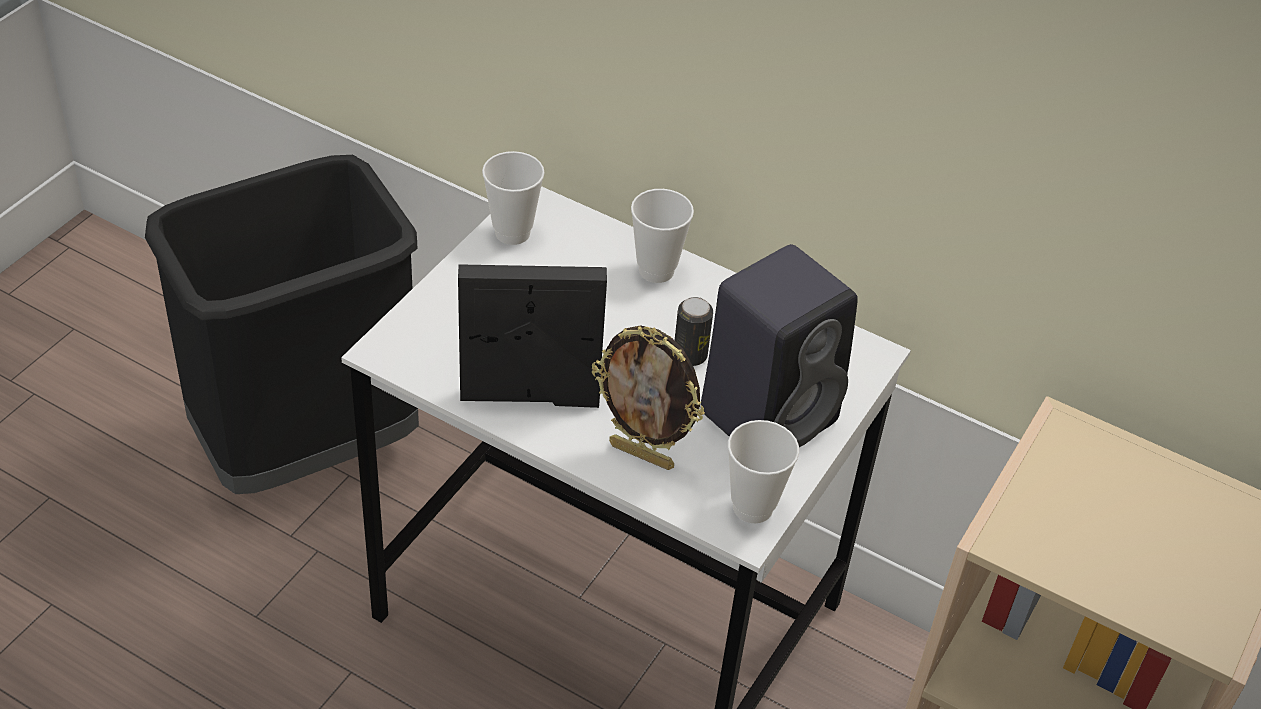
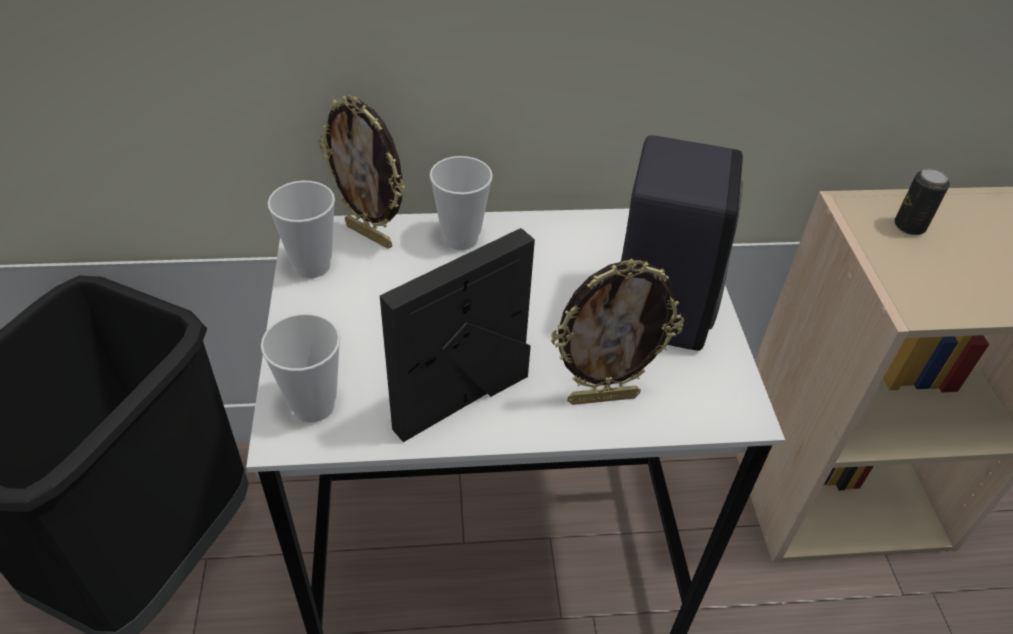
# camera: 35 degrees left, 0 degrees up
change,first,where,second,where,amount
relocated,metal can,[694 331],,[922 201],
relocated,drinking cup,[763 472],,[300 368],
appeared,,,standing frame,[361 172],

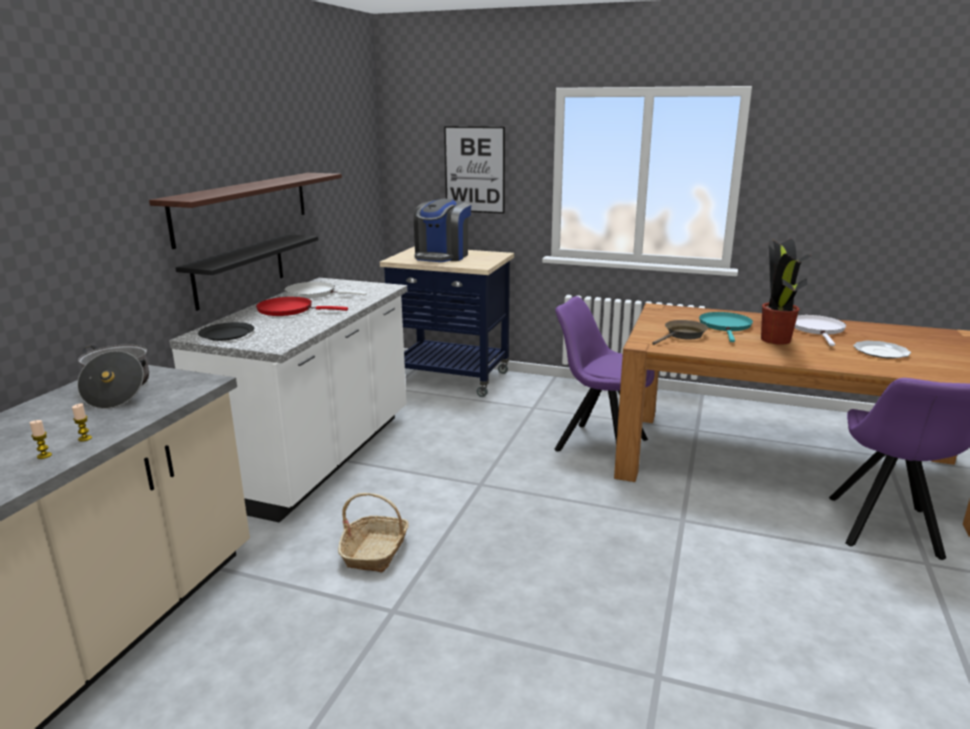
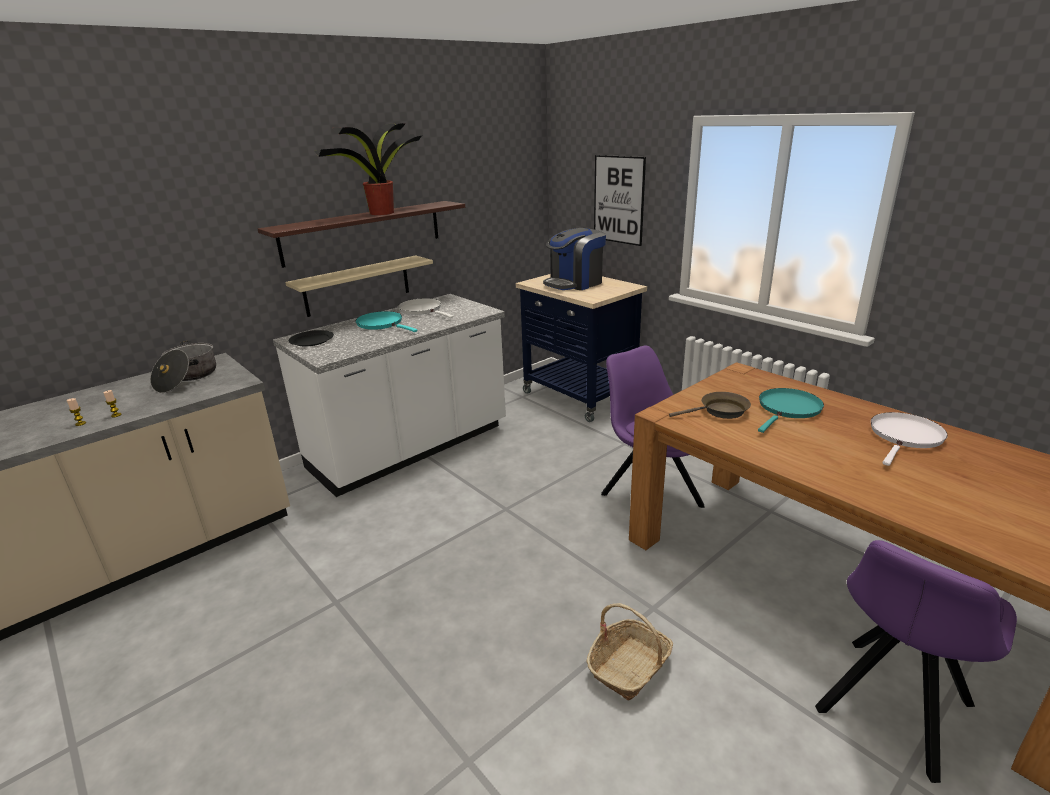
# camera: 30 degrees right, 5 degrees up
change,first,where,second,where,amount
colour,blackish shelf,[246 272],beige-coloured shelf,[359 286],
colour,red pan,[302 306],turquoise pan,[386 321],
relocated,basket,[373 532],,[630 652],
relocated,potted plant,[786 291],,[368 169],
missing,plate,[882 350],,,

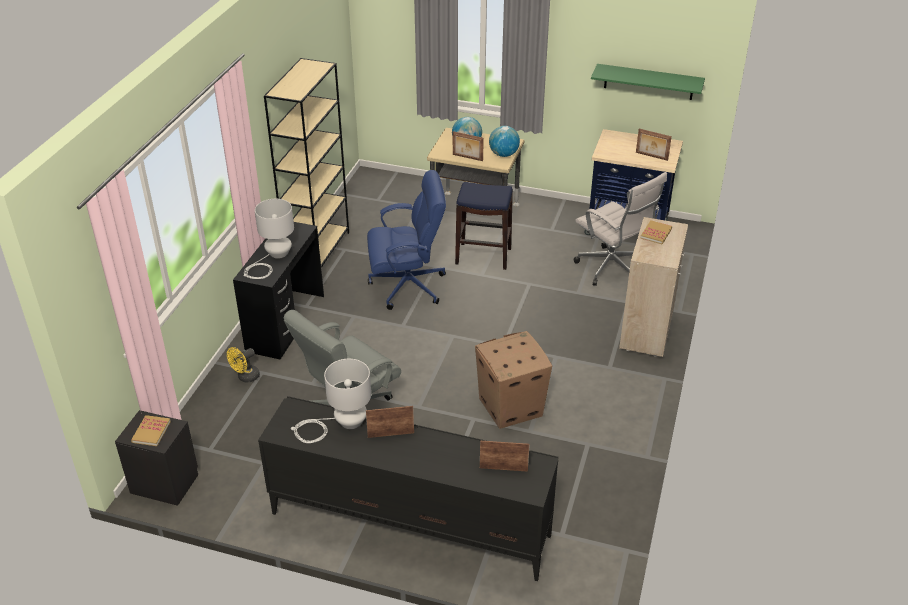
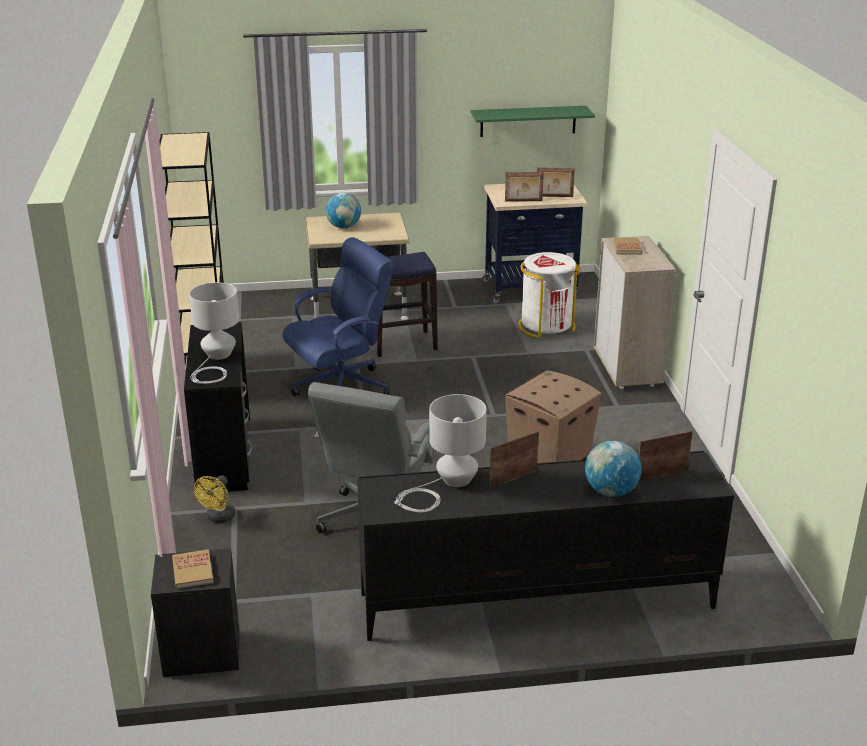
# camera: 25 degrees left, 10 degrees down
change,first,where,second,where,amount
relocated,standing frame,[468 146],,[524 187],
relocated,desk globe,[504 141],,[613 469],
exchanged,whitish desk chair,[620 229],whitish rubbish bin,[549 295],

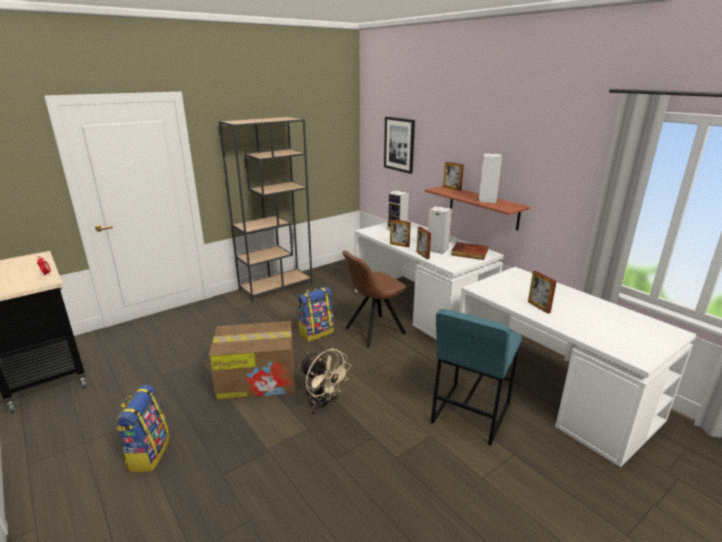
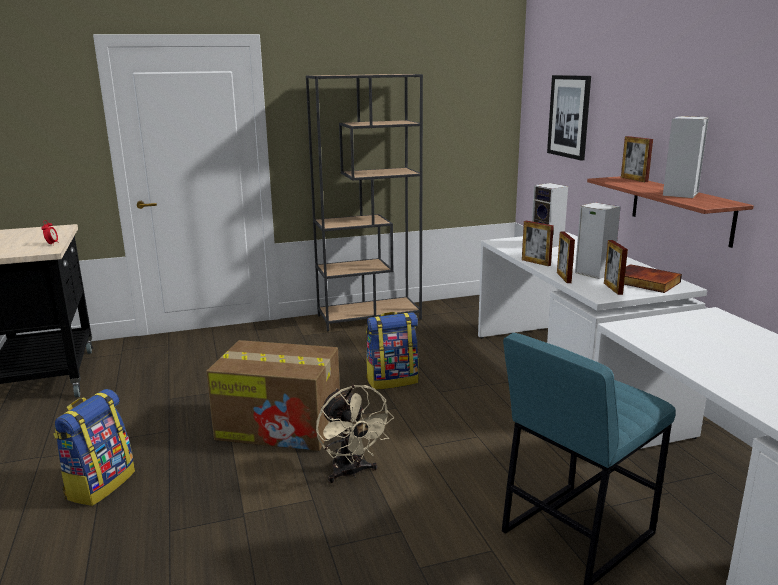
# camera: 20 degrees right, 5 degrees down
change,first,where,second,where,amount
missing,brown-coloured upright chair,[374 298],,,
relocated,standing frame,[542 292],,[616 267],

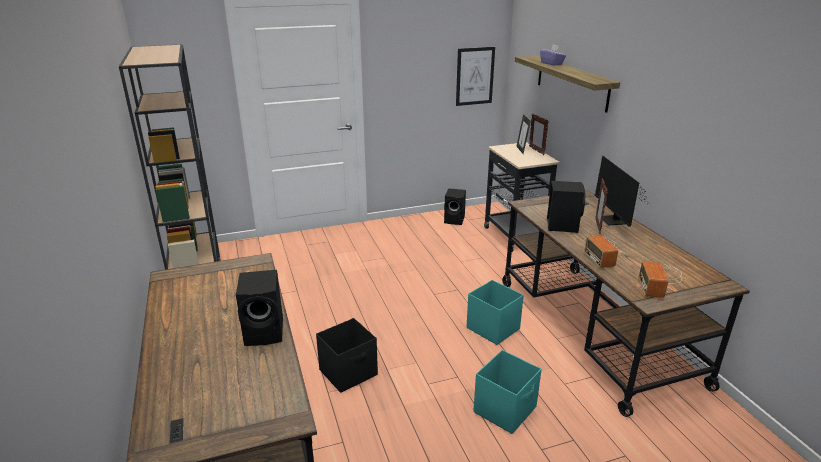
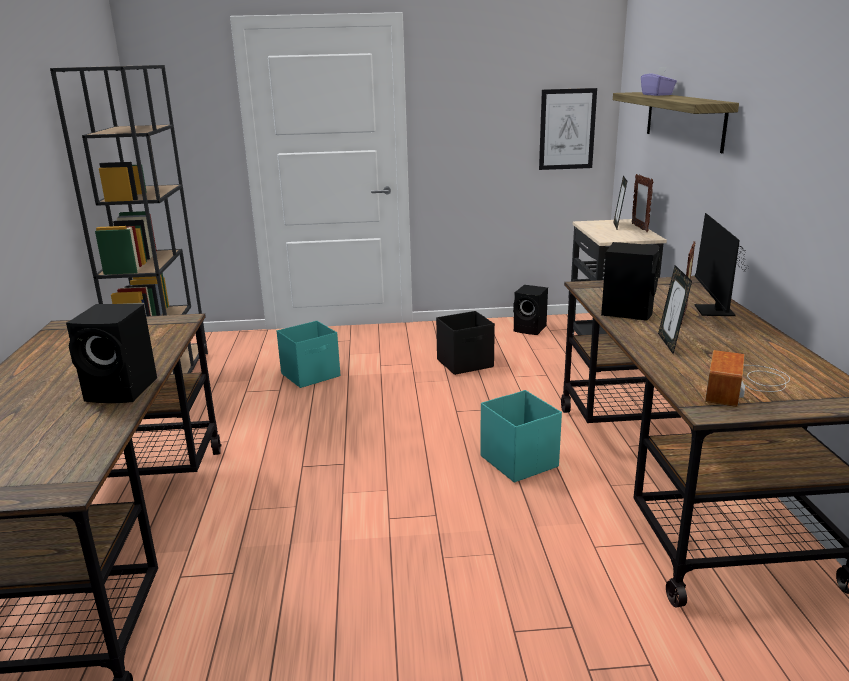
# camera: 15 degrees right, 5 degrees down
change,first,where,second,where,amount
relocated,blackish storage container,[347 355],,[465 343],
relocated,turquoise storage container,[508 392],,[308 354],
exchanged,radio receiver,[601 251],standing frame,[675 309],

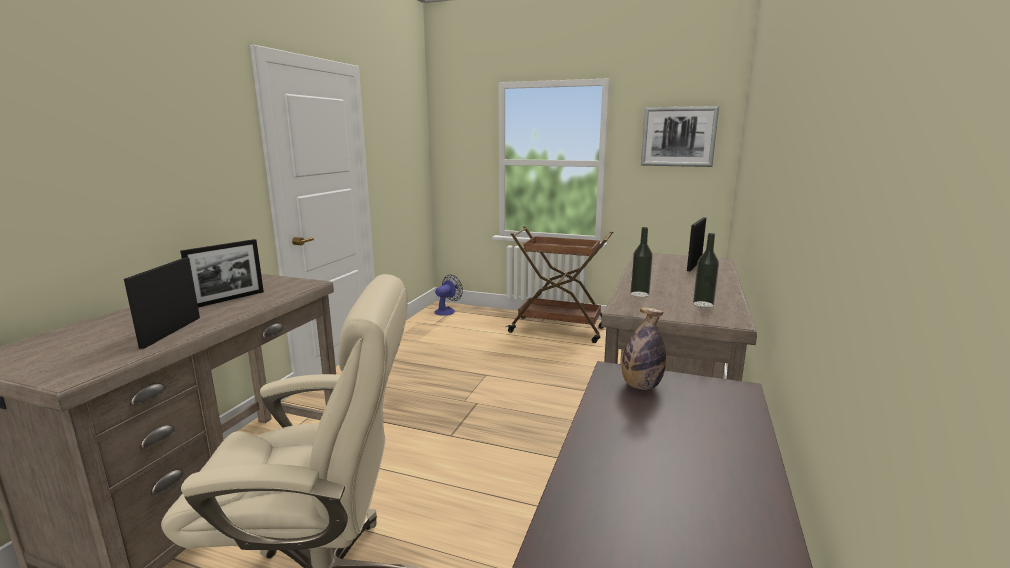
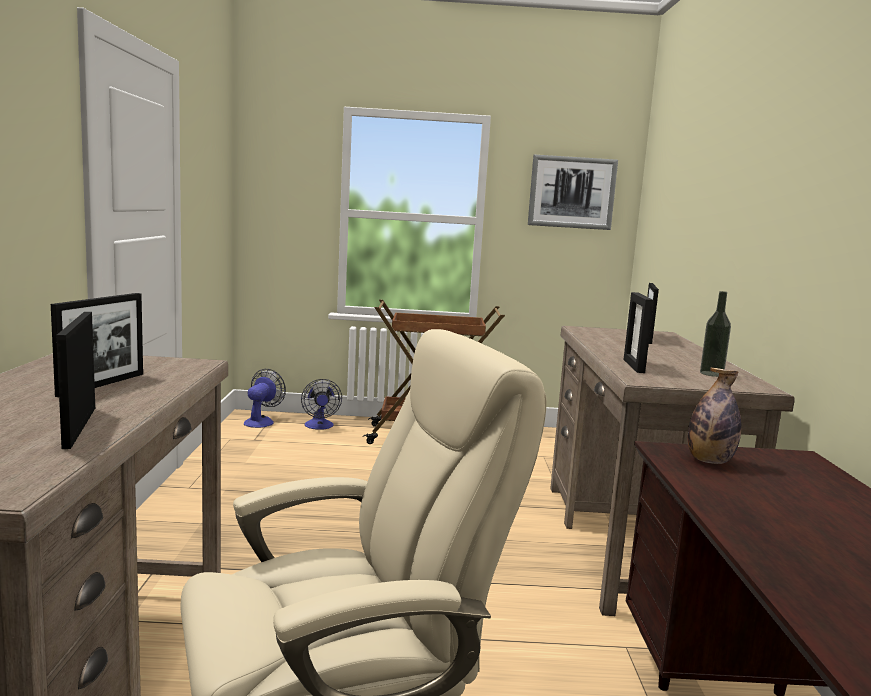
# camera: 20 degrees left, 5 degrees down
change,first,where,second,where,amount
exchanged,drink bottle,[641 262],standing frame,[639 332],
appeared,,,fan,[321 404],

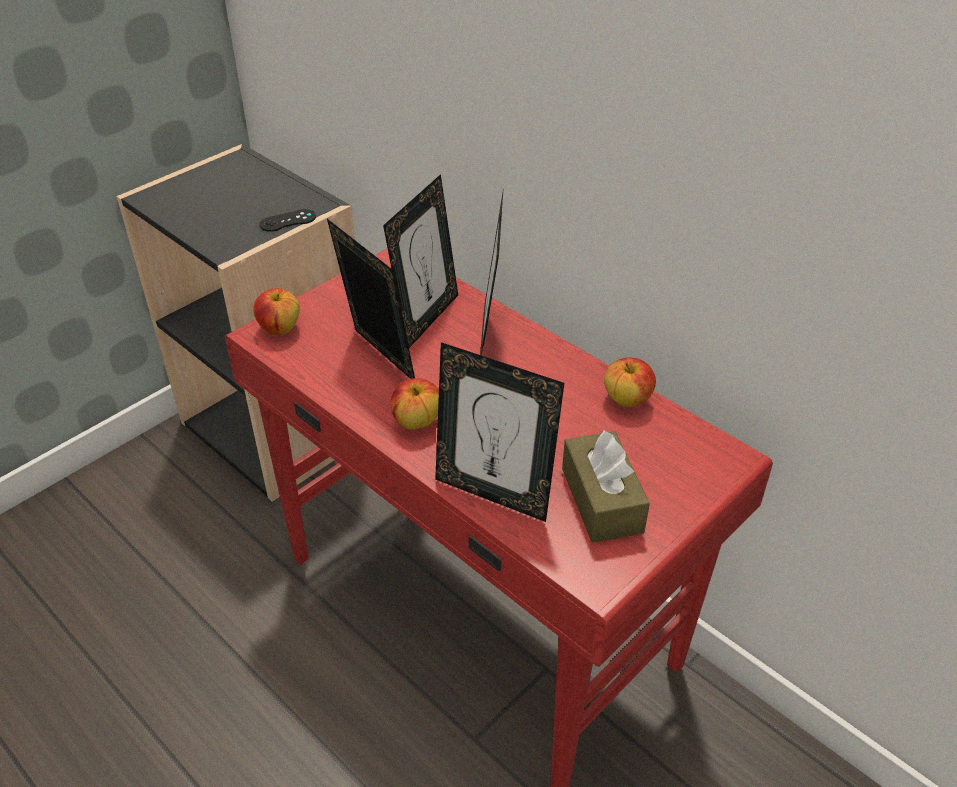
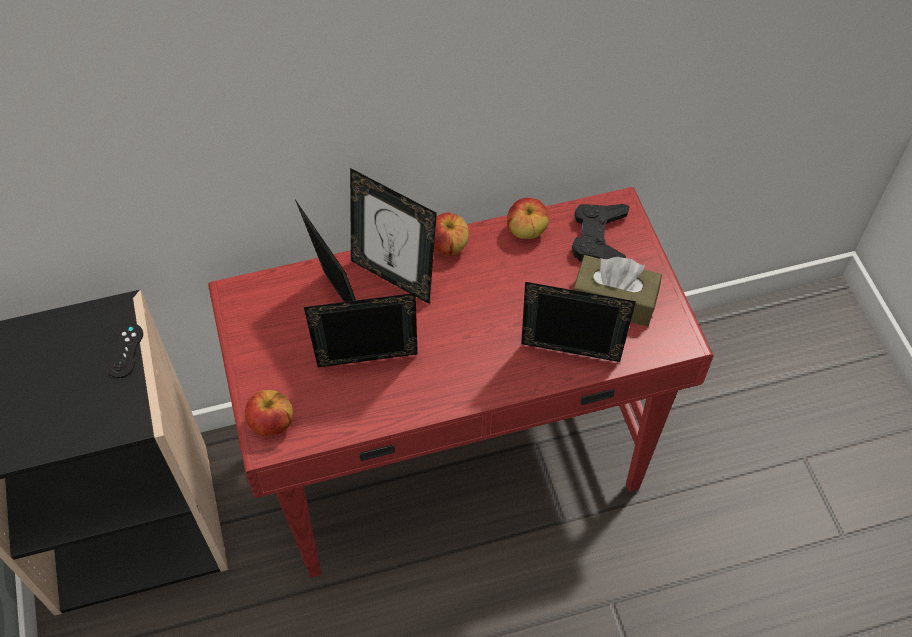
# camera: 60 degrees left, 15 degrees up
change,first,where,second,where,amount
relocated,apple fruit,[415 404],,[451 234],
spun,standing frame,[499 432],,[578 322],135 degrees counterclockwise
appeared,,,blackish joypad,[600 233],

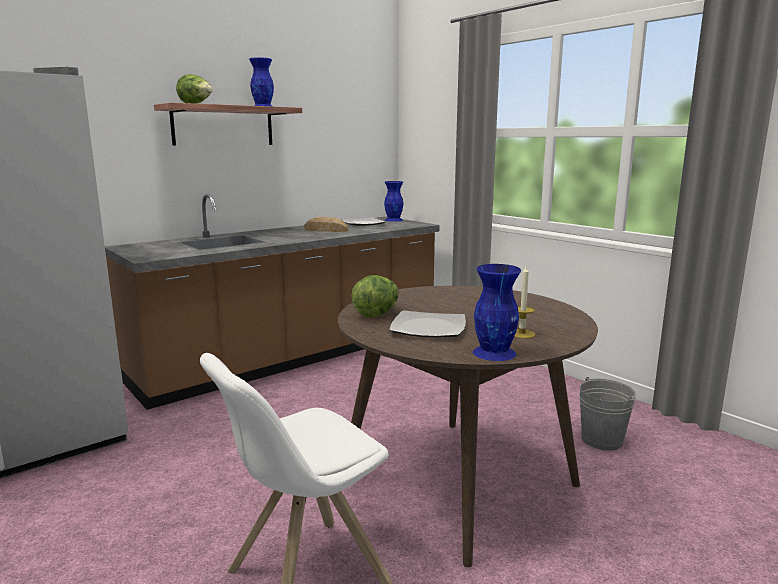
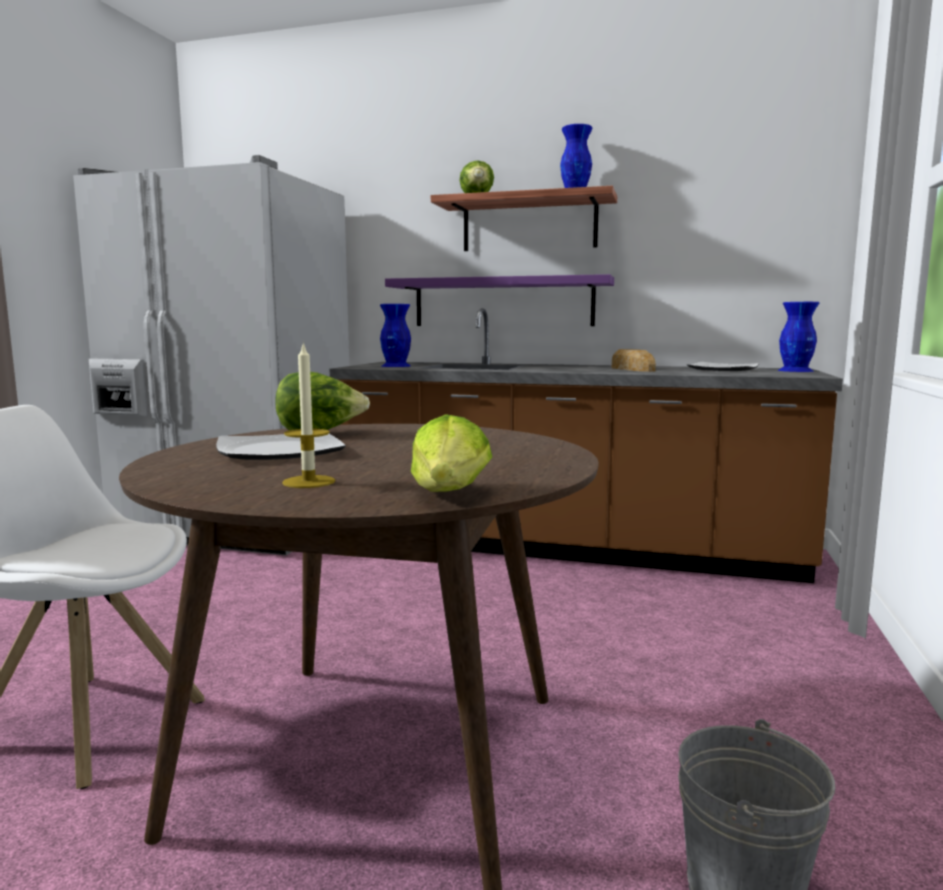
# camera: 55 degrees right, 5 degrees down
change,first,where,second,where,amount
relocated,blue-coloured vase,[497 312],,[395 335],
appeared,,,purple shelf,[499 300],
appeared,,,head of lettuce,[451 453],

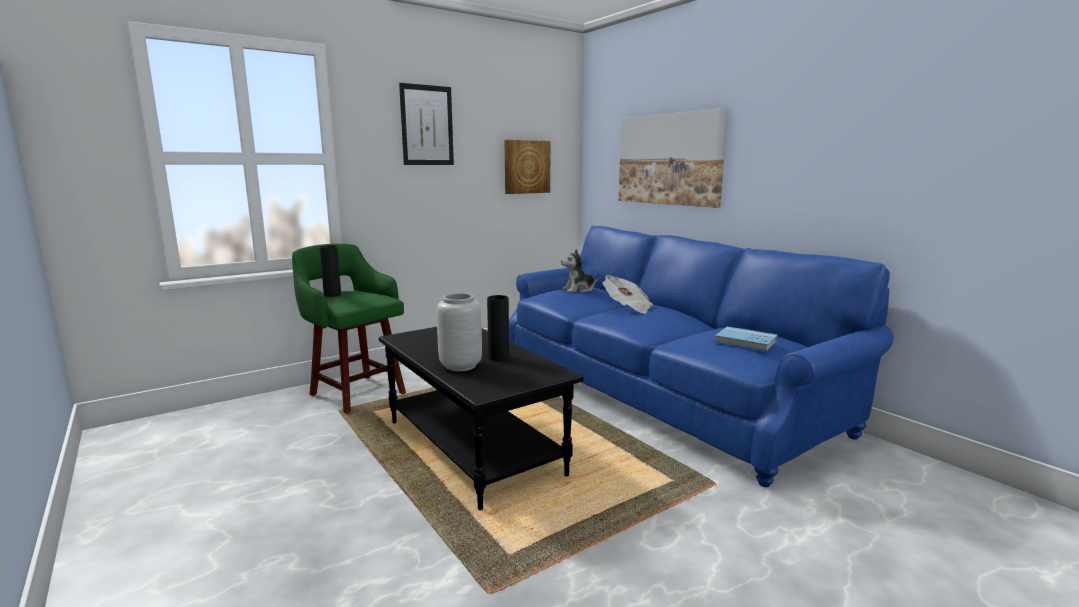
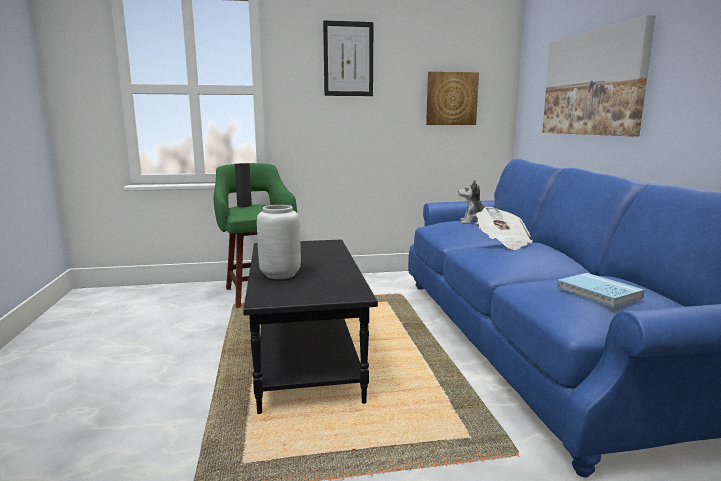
# camera: 25 degrees right, 0 degrees up
change,first,where,second,where,amount
missing,blackish vase,[498 328],,,

